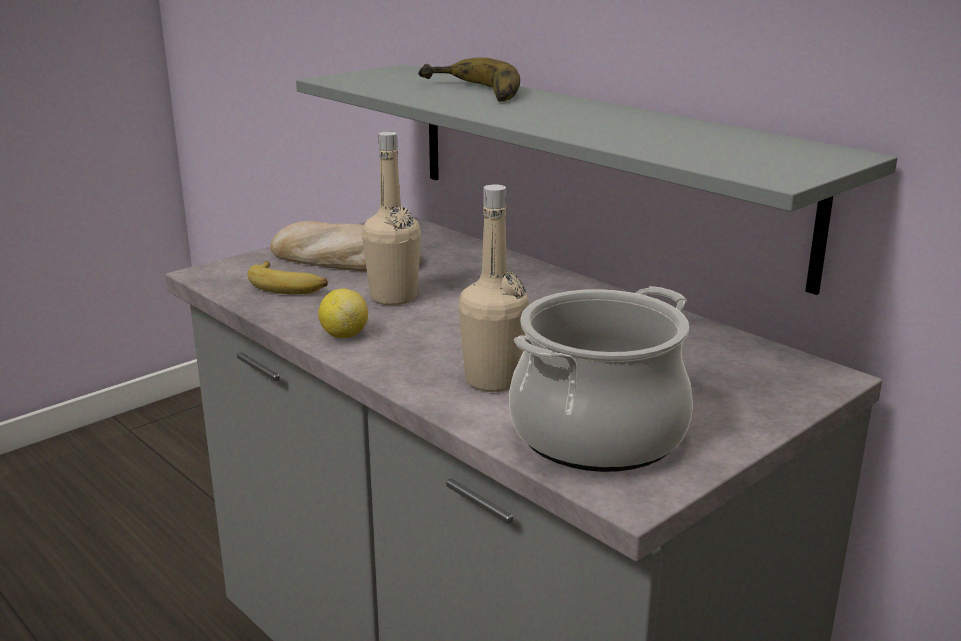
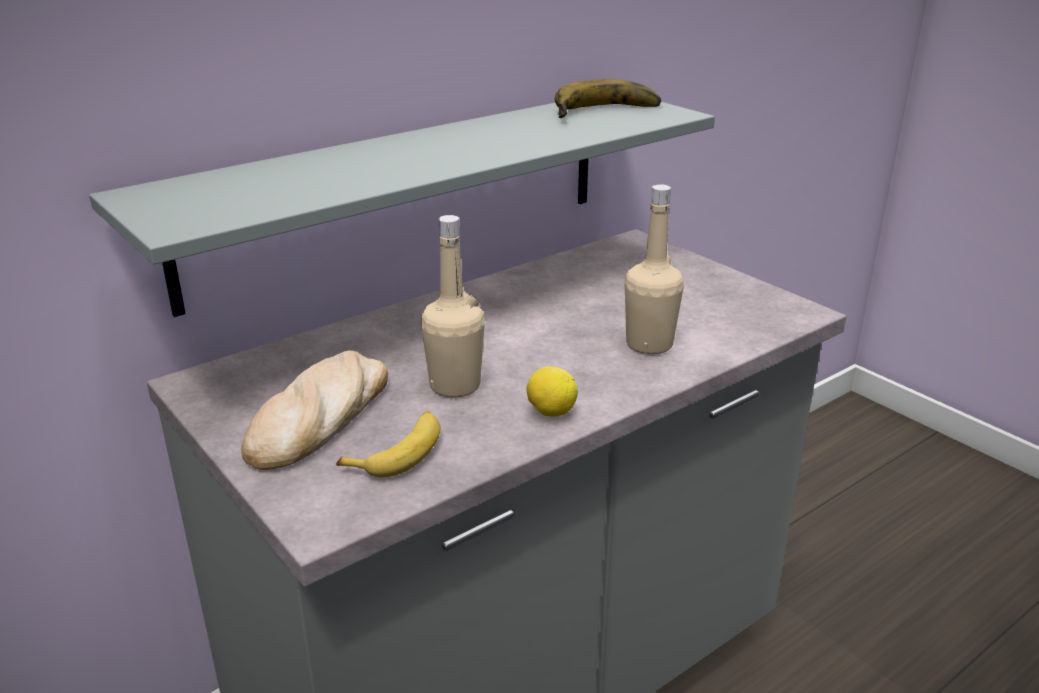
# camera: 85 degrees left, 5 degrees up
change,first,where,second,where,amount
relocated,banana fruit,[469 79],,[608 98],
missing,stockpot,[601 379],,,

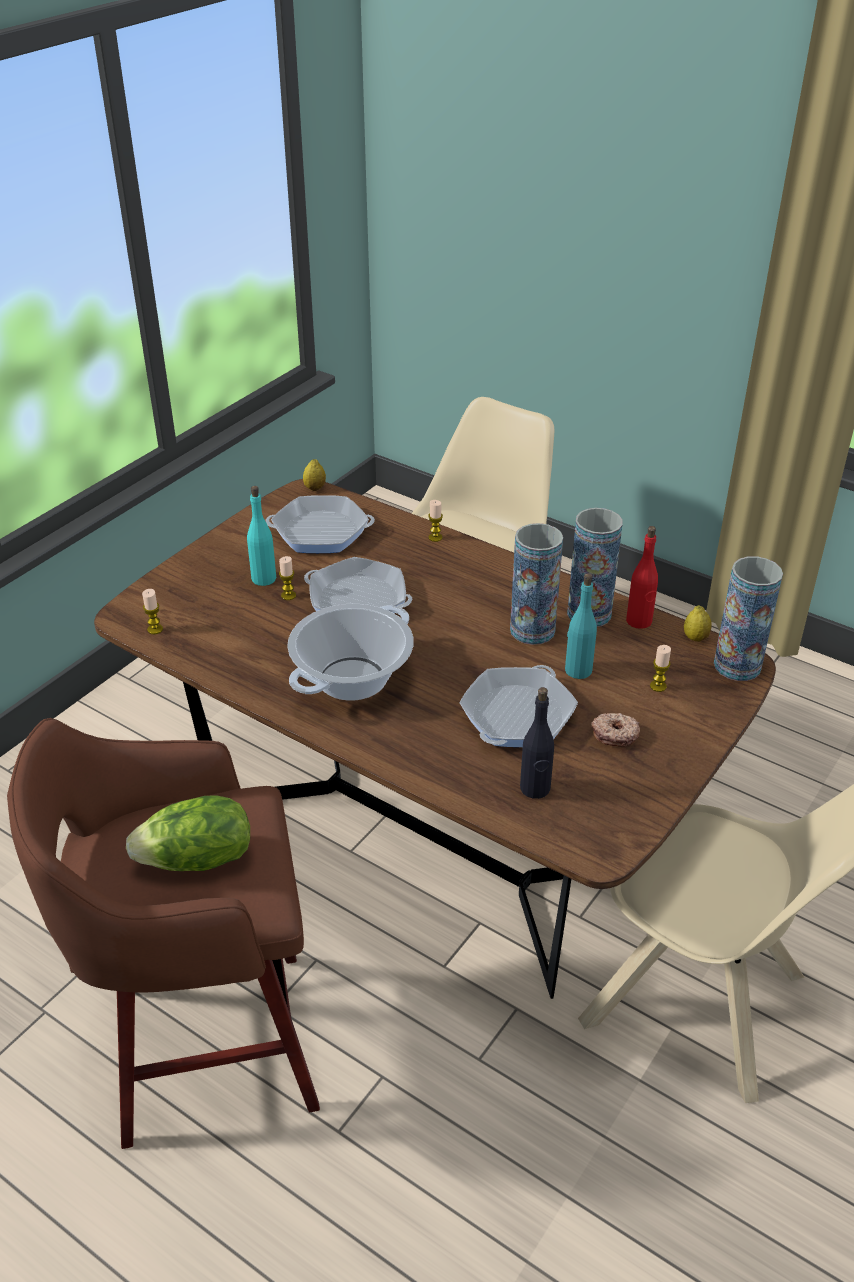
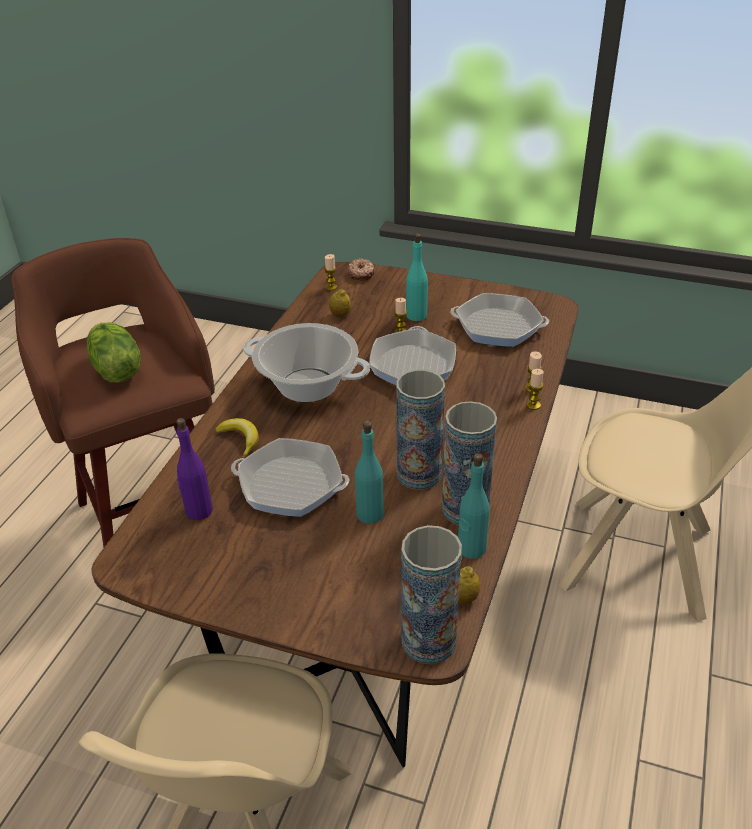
# camera: 75 degrees right, 0 degrees up
change,first,where,second,where,amount
spun,pan,[320 524],,[499 320],60 degrees counterclockwise
relocated,whole lemon,[314 475],,[340 303],
colour,blackish drink bottle,[537 743],purple drink bottle,[194 469],
relocated,doughnut,[615 730],,[361 269],
colour,red drink bottle,[642 577],turquoise drink bottle,[474 506],
relocated,wax candle,[660 668],,[535 389],
appeared,,,banana fruit,[237 438],

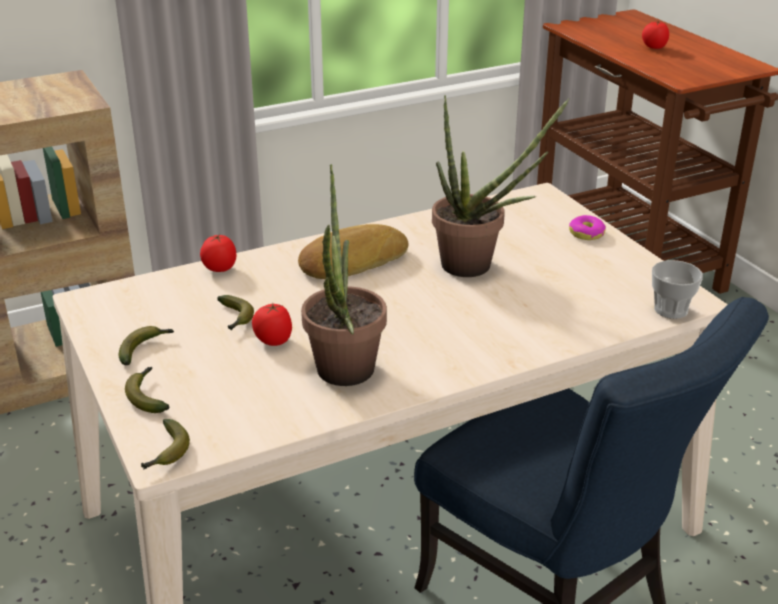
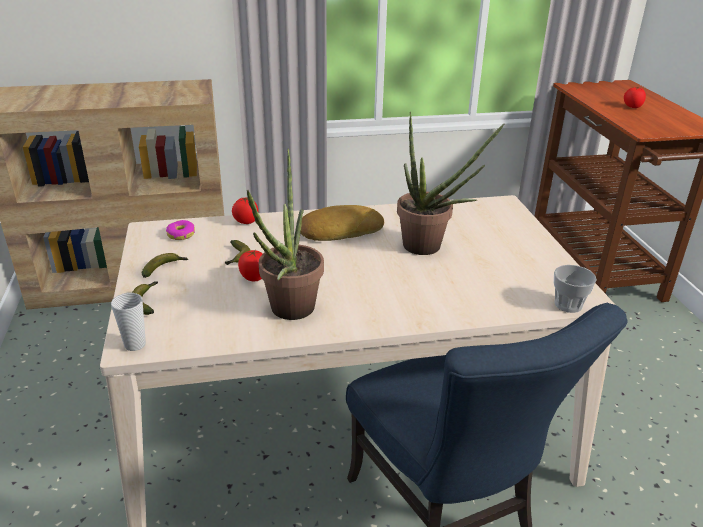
# camera: 15 degrees right, 0 degrees up
change,first,where,second,where,amount
exchanged,banana fruit,[165 444],drinking cup,[128 322],
relocated,doughnut,[587 227],,[180 230],

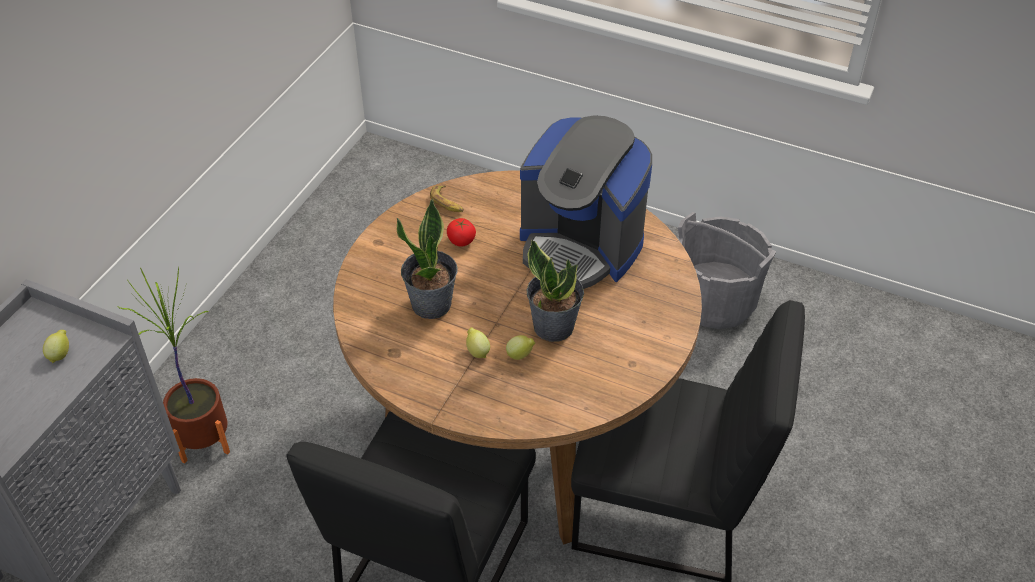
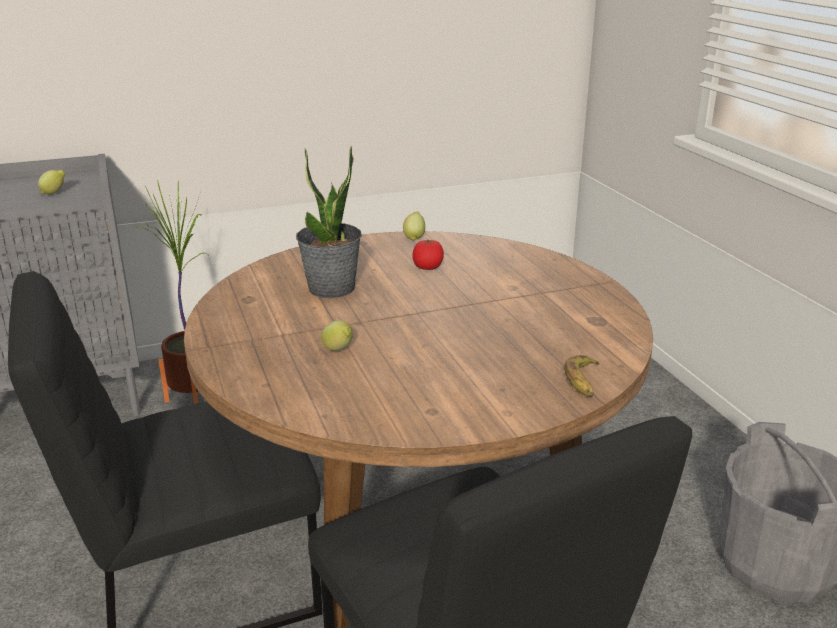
# camera: 45 degrees right, 20 degrees down
change,first,where,second,where,amount
relocated,banana fruit,[447 198],,[582 376],
relocated,whole lemon,[478 342],,[414 226],
missing,coffee machine,[586 202],,,
missing,potted plant,[555 291],,,

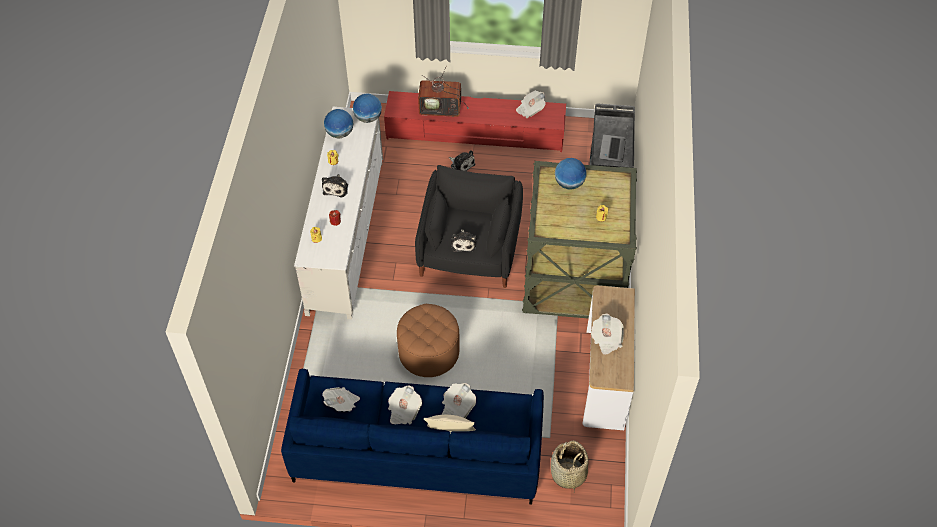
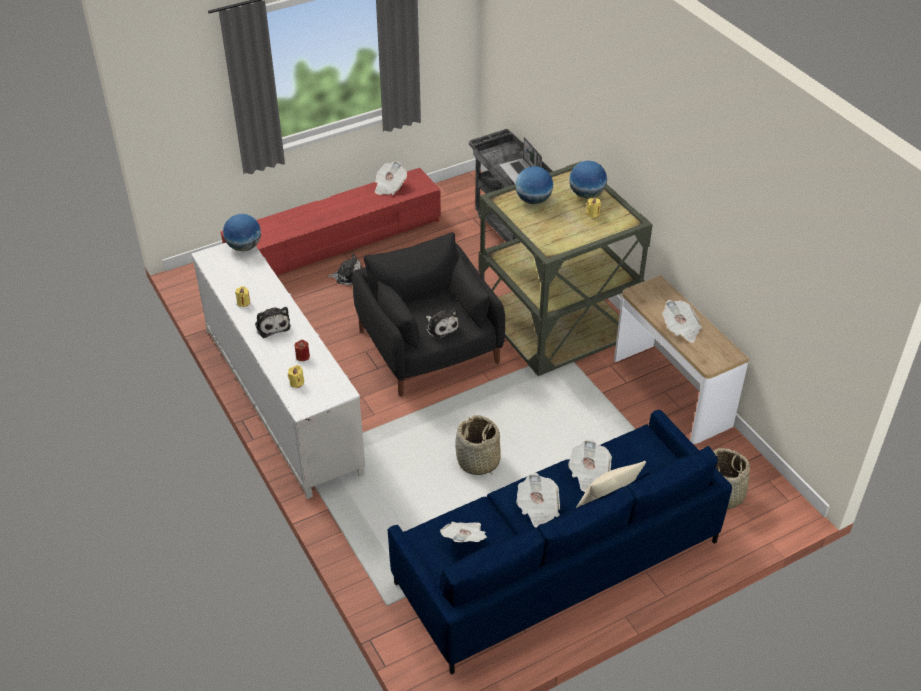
# camera: 35 degrees left, 10 degrees down
change,first,where,second,where,amount
relocated,desk globe,[338 123],,[588 180],
exchanged,brown-coloured pouffe,[428 340],basket,[478 445],
missing,TV,[443 93],,,

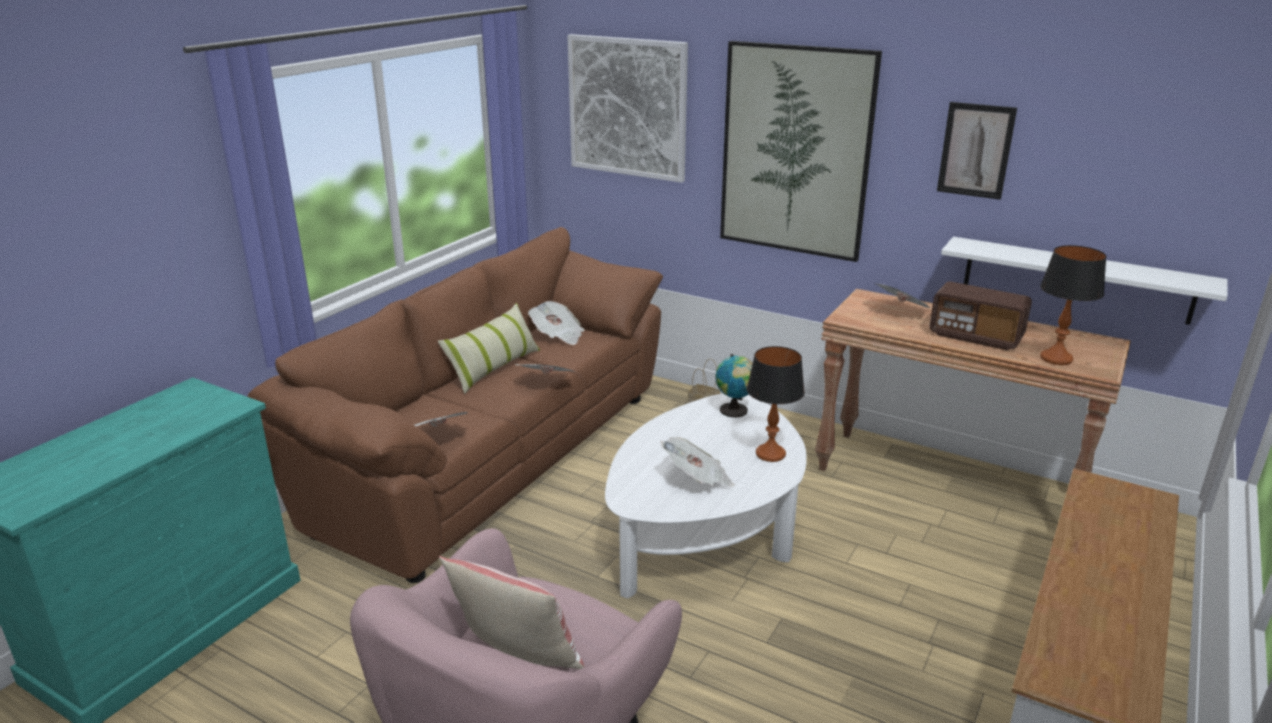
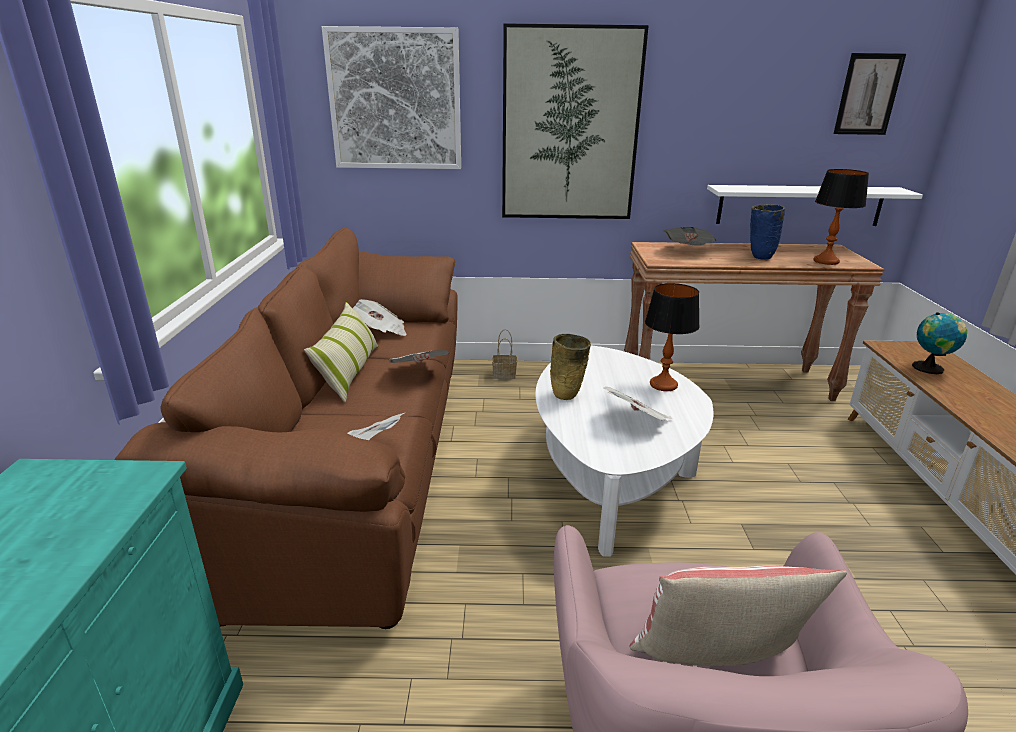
# camera: 30 degrees left, 0 degrees up
change,first,where,second,where,amount
relocated,desk globe,[734 386],,[939 343],
exchanged,radio receiver,[980 316],blue-coloured vase,[767 232],
relocated,wall art,[977 151],,[869 94],
appeared,,,beige-coloured vase,[570 367],

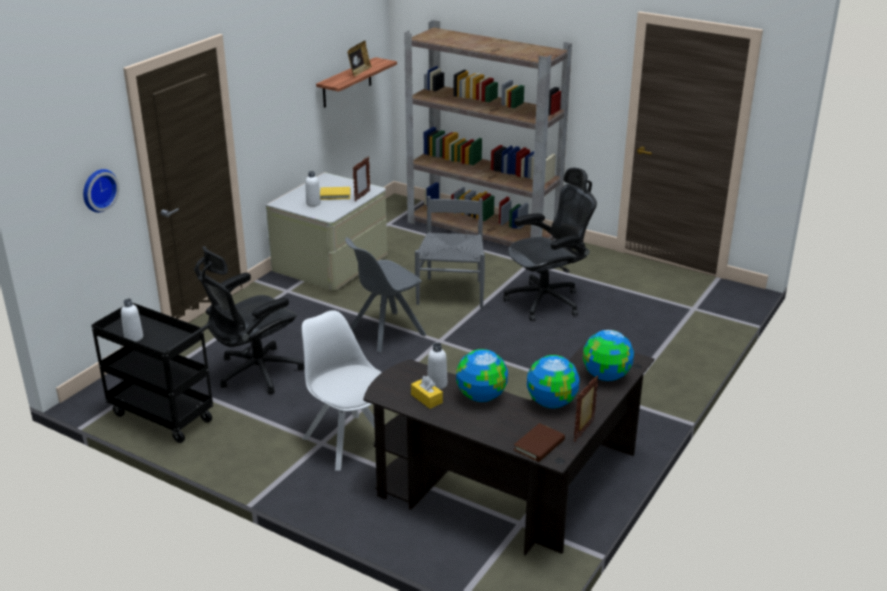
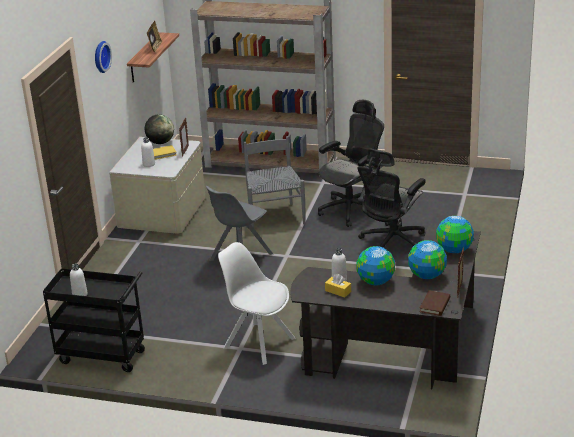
# camera: 15 degrees left, 0 degrees up
change,first,where,second,where,amount
relocated,hanging clock,[101 191],,[103 57],
relocated,desk chair,[249 320],,[391 198],
appeared,,,desk globe,[159 129],

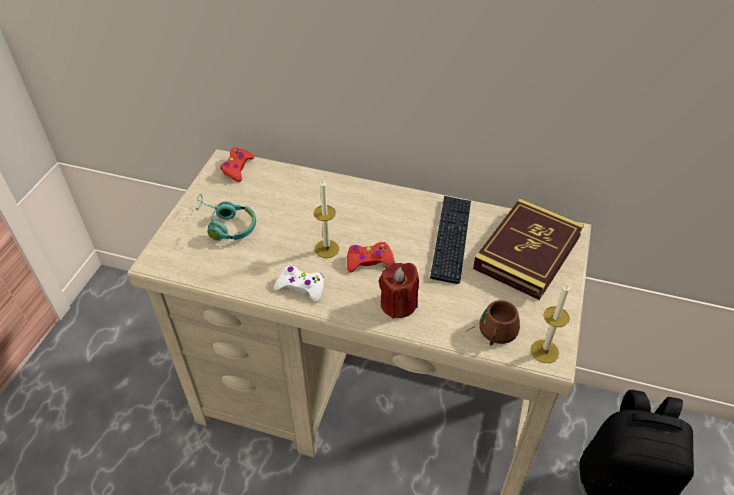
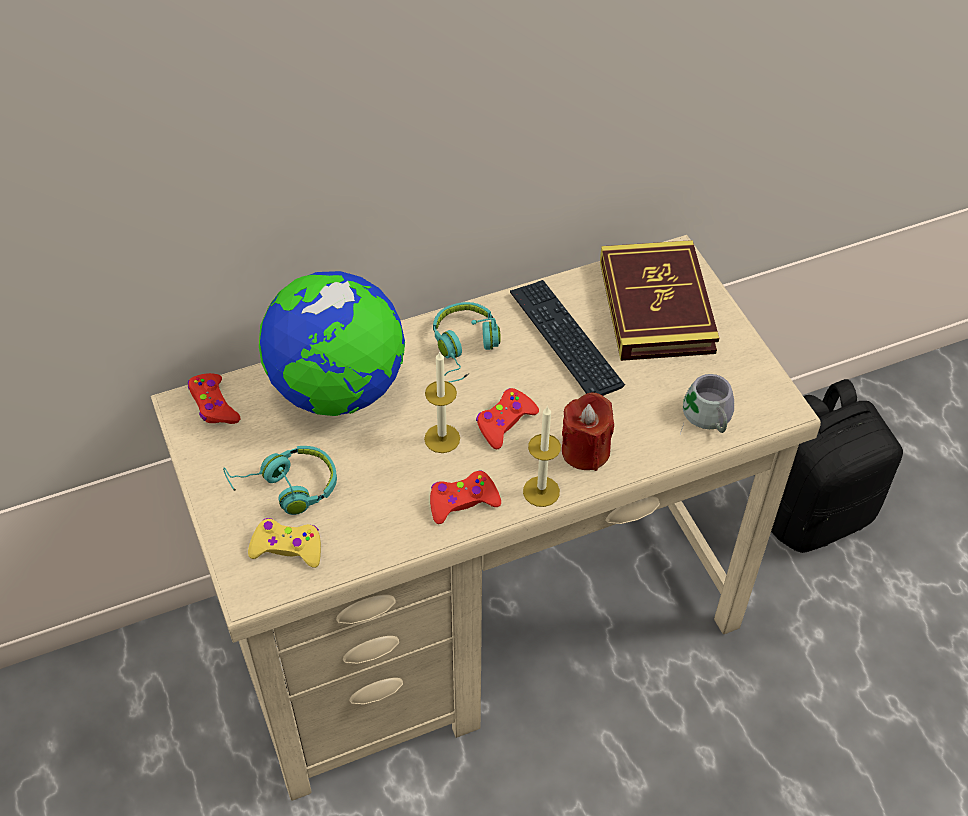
# camera: 40 degrees left, 5 degrees up
change,first,where,second,where,amount
colour,whitish joypad,[299 283],red joypad,[465 497],
colour,brown-coloured mug,[493 322],greyish mug,[707 404],
relocated,wax candle,[550 323],,[542 456],
appeared,,,yellow-coloured joypad,[284 543],
appeared,,,desk globe,[332 343],
appeared,,,turquoise headset,[467 342],

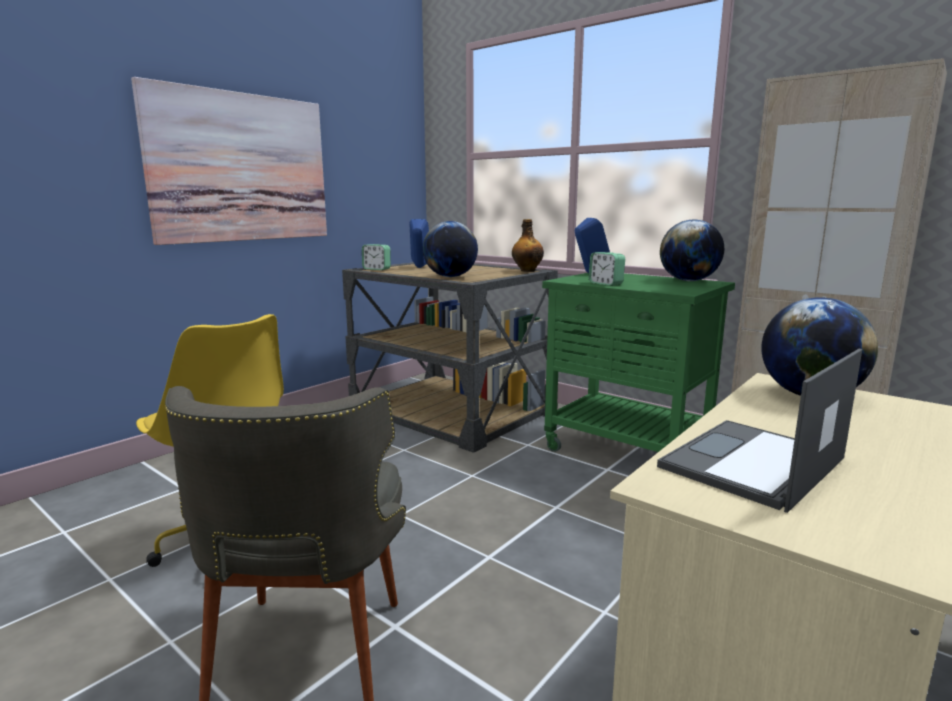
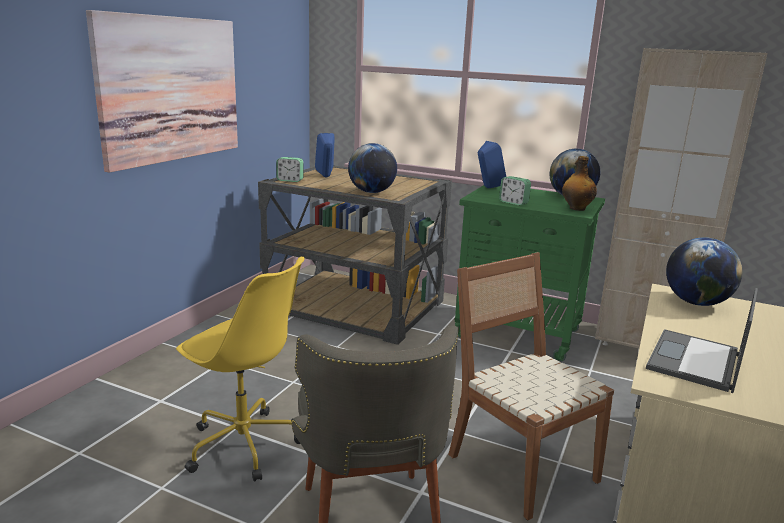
# camera: 15 degrees left, 5 degrees up
change,first,where,second,where,amount
relocated,drink bottle,[528 245],,[579 183],
appeared,,,upright chair,[531 386],

